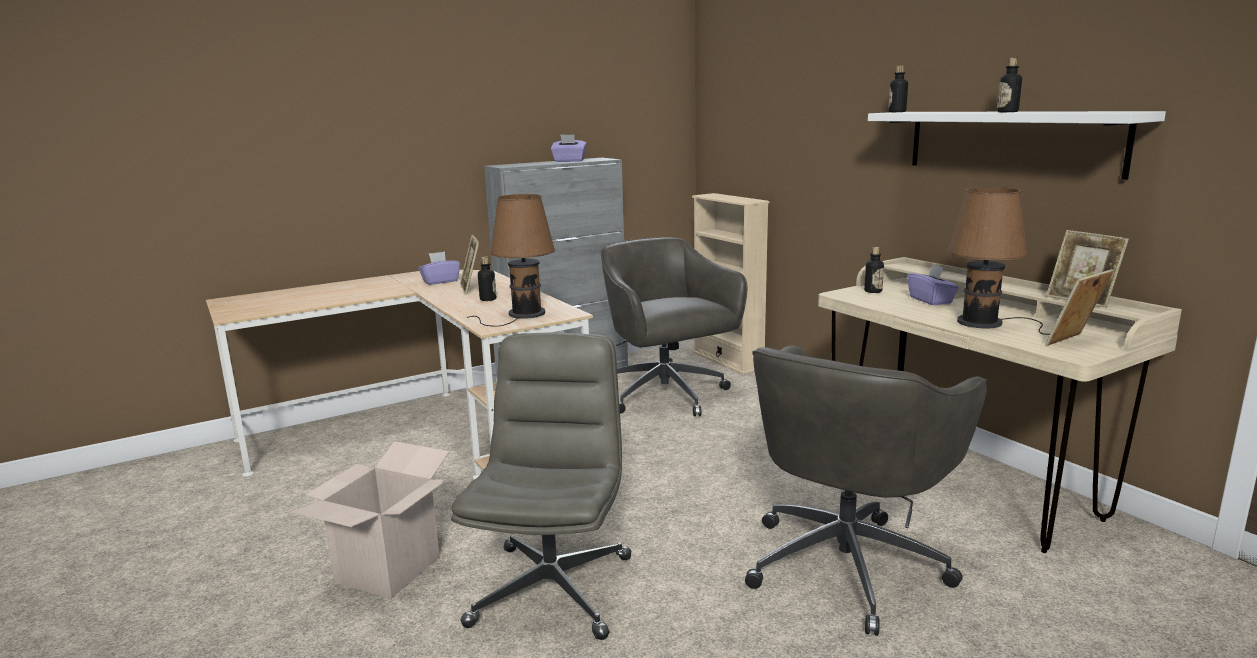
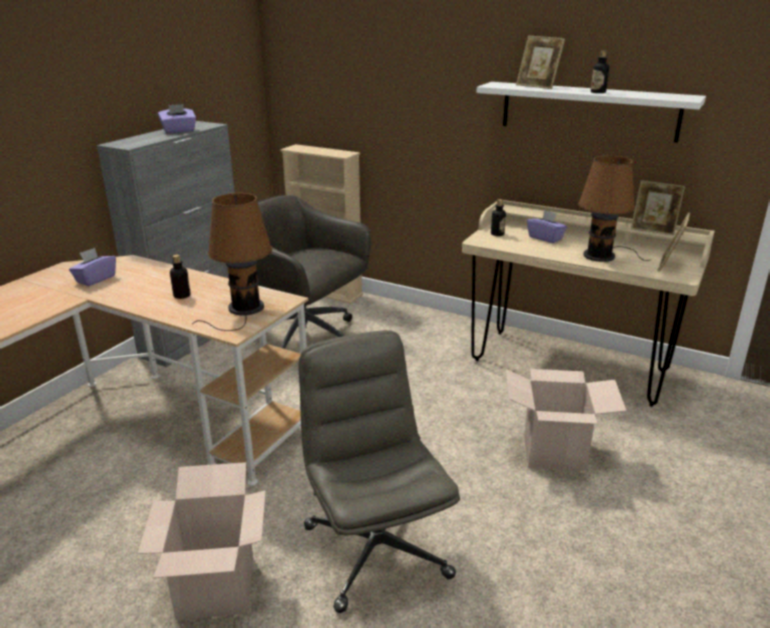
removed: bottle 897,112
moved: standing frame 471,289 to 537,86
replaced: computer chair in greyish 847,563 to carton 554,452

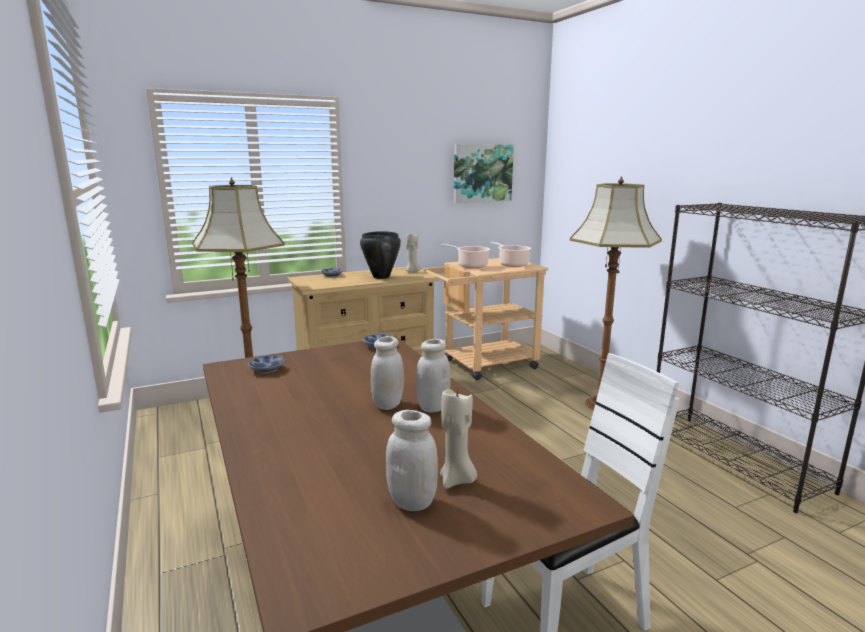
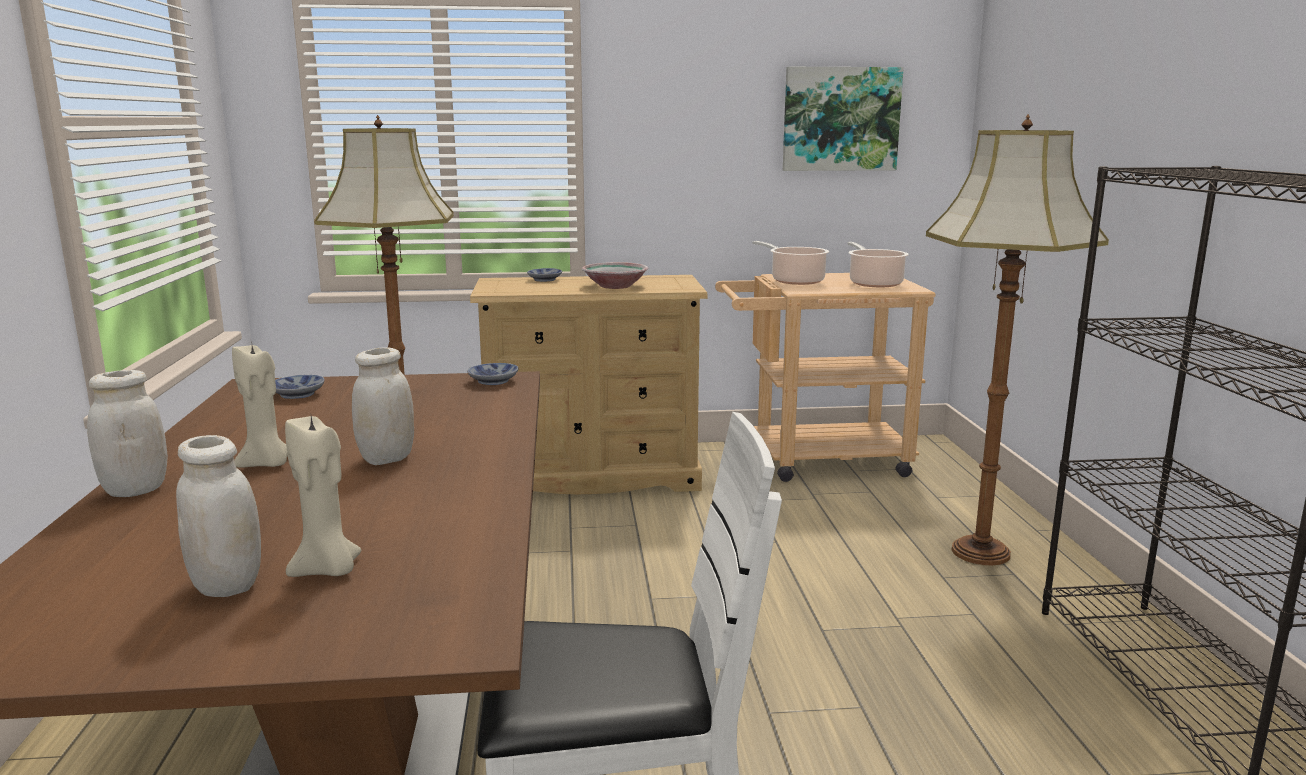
moved: candle in beige 412,271 to 267,464; storage jar in whitish 433,407 to 135,490
replaced: stockpot in black-coloured 380,277 to bowl 614,286

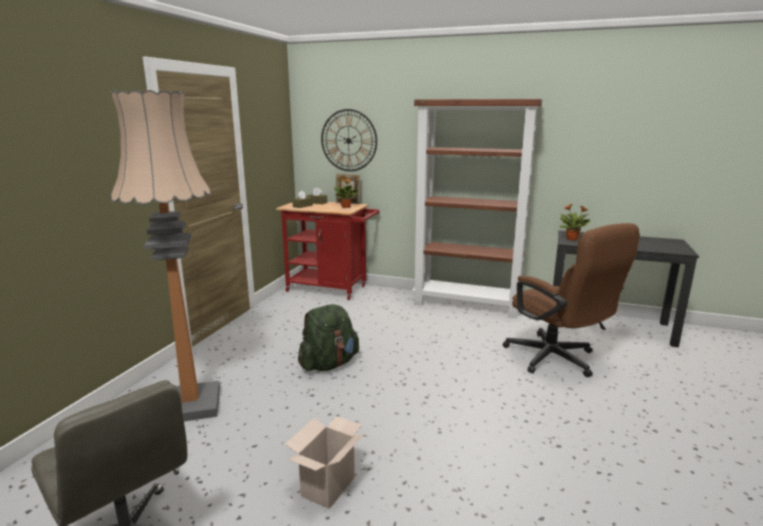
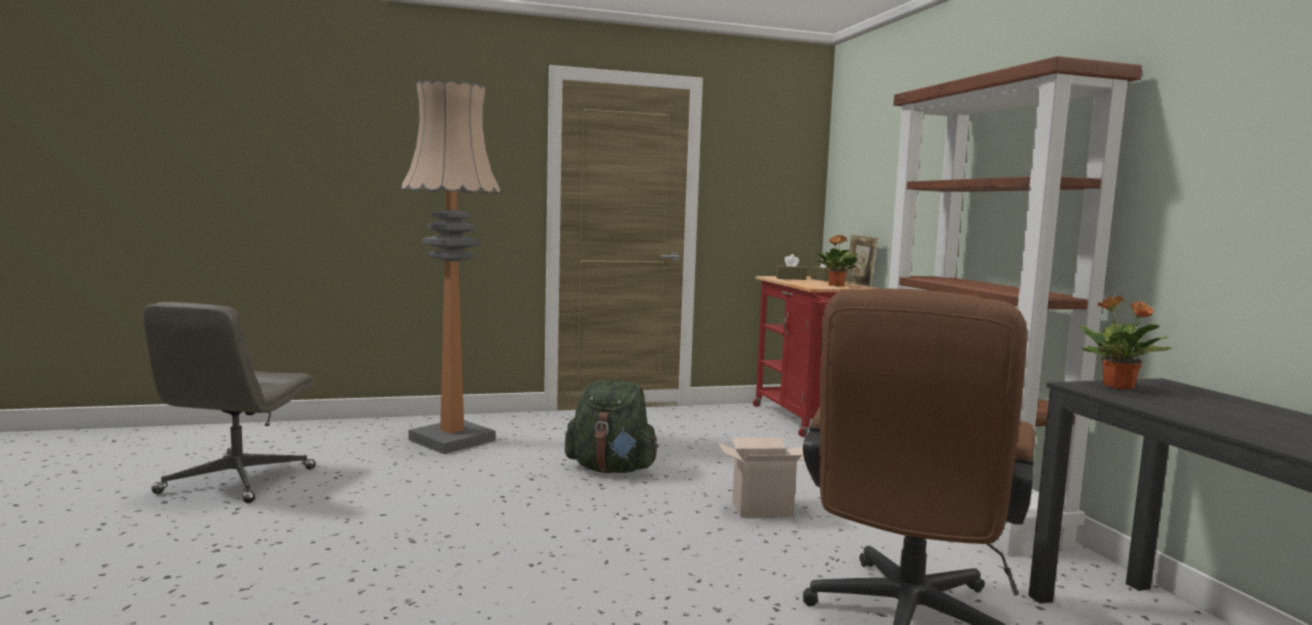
removed: clock on the wall 348,140
moved: carton 328,485 to 763,509

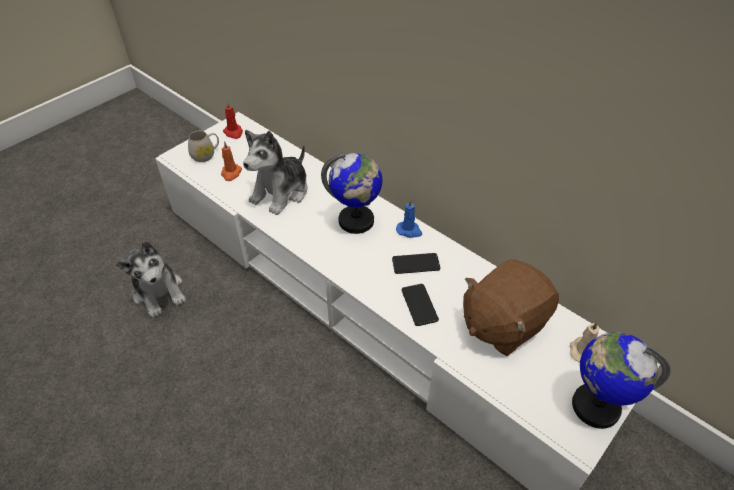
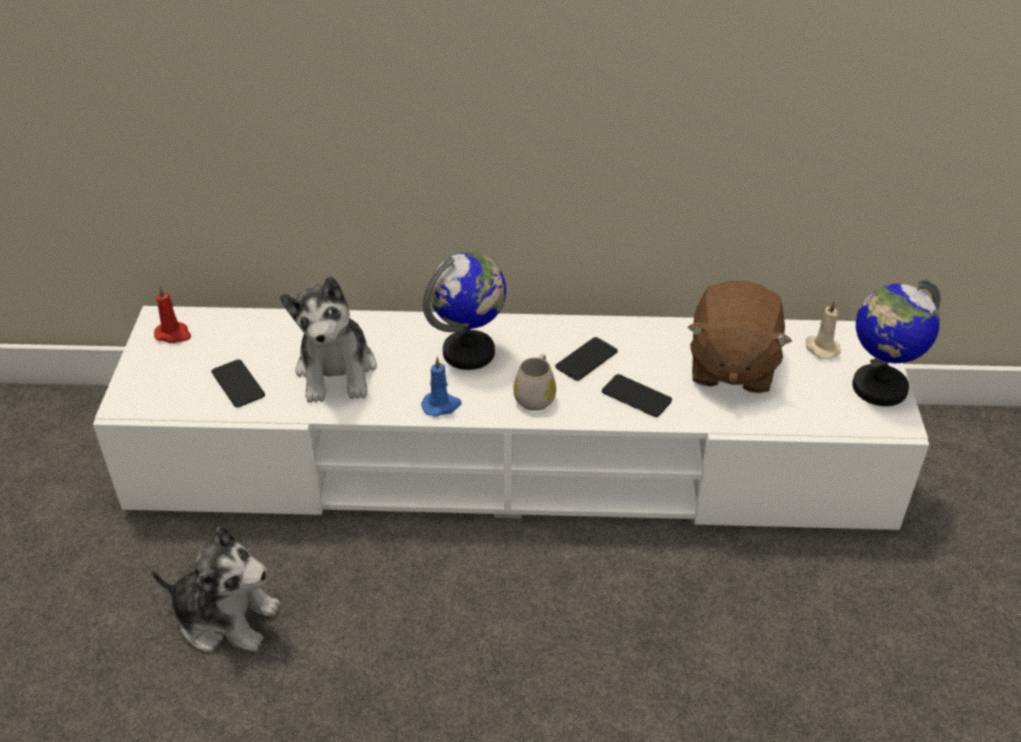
moved: mug in whitish 206,155 to 536,396; candle in bluish 409,231 to 441,405
replaced: candle in orange-coloured 231,173 to handset 238,384

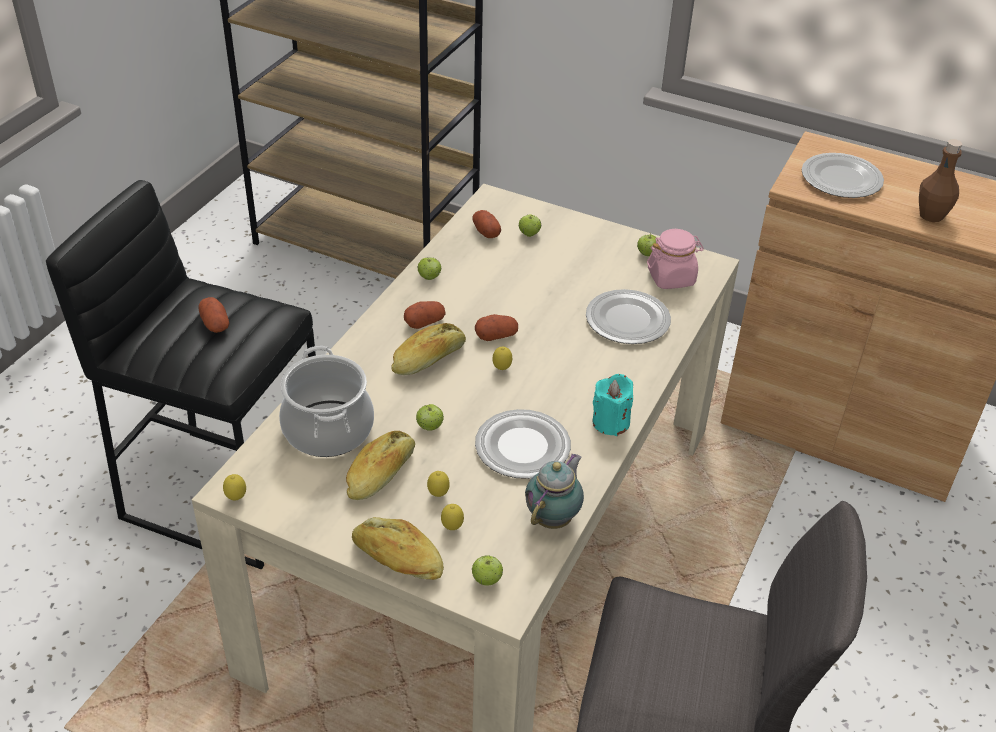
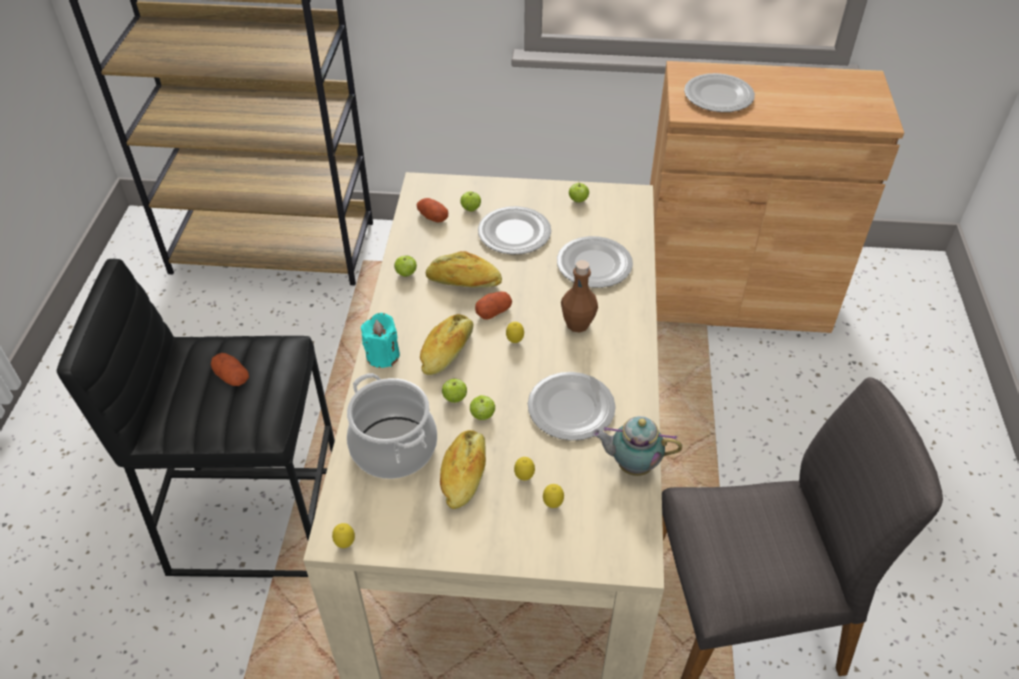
removed: potato 424,322; storage jar in pinkish 671,277
added: dinner plate 514,234
moved: baked bread 397,559 to 463,282; apple fruit 487,580 to 454,398; candle in turquoise 611,422 to 382,355; bottle in brownish 931,215 to 577,324
turned: tea pot 554,518 = 632,465 90 degrees counterclockwise

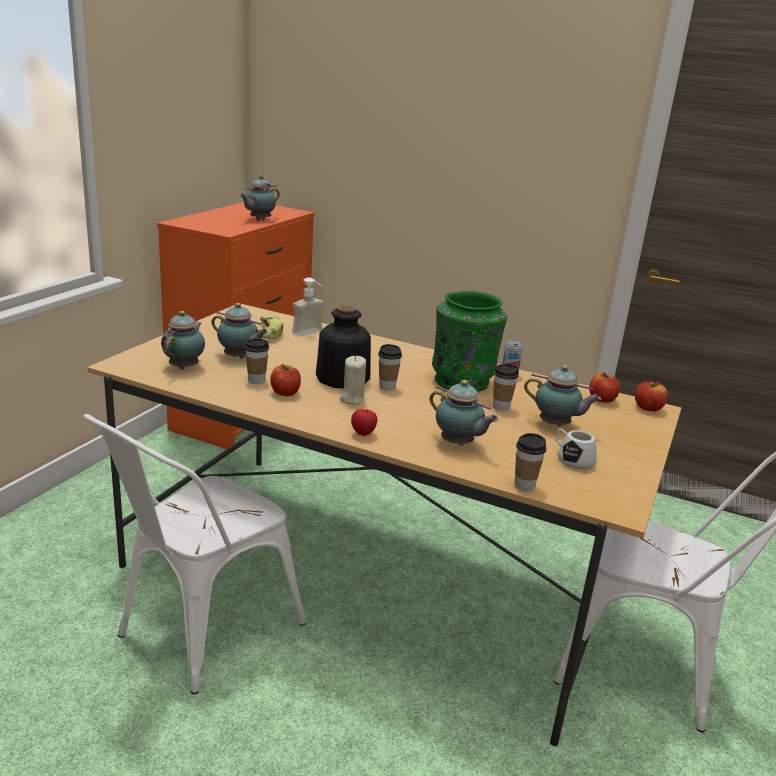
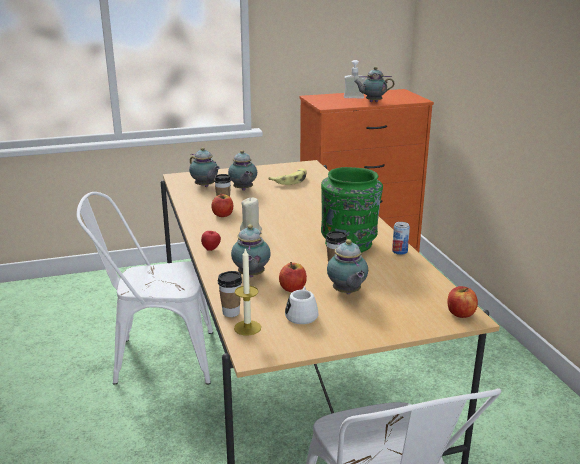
removed: bottle 342,379; cup 387,387
added: candle 247,328
moved: liquid soap bottle 311,334 to 354,98; apple fruit 602,399 to 292,288
turned: tea pot 185,366 = 205,186 75 degrees clockwise

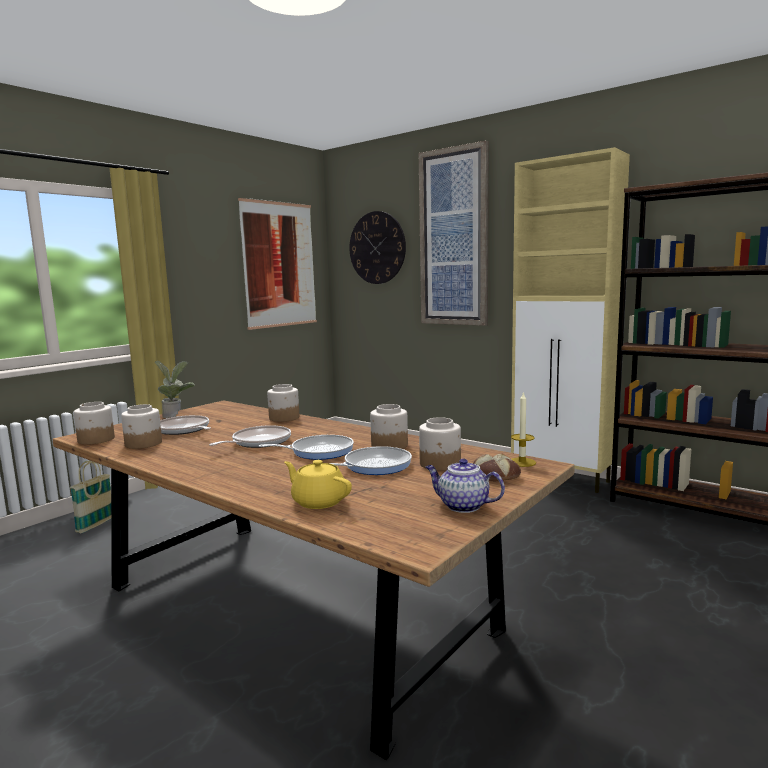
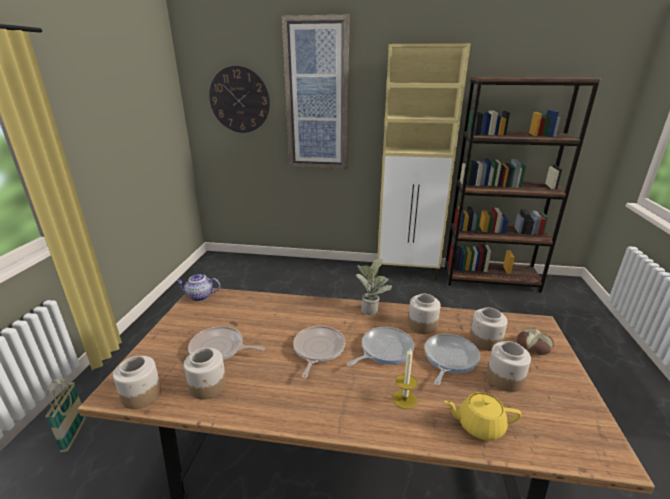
removed: wall picture 279,264
moved: houseplant 176,415 to 371,308; storage jar 284,418 to 505,379; tea pot 462,506 to 199,296; candle 522,462 to 404,399

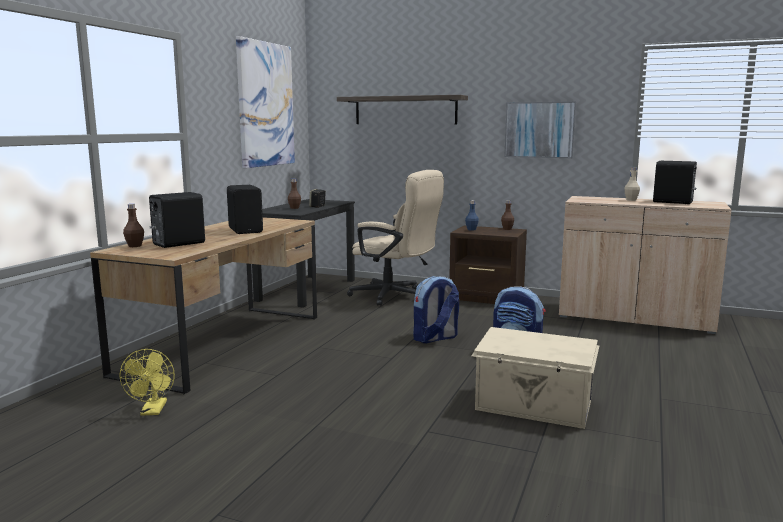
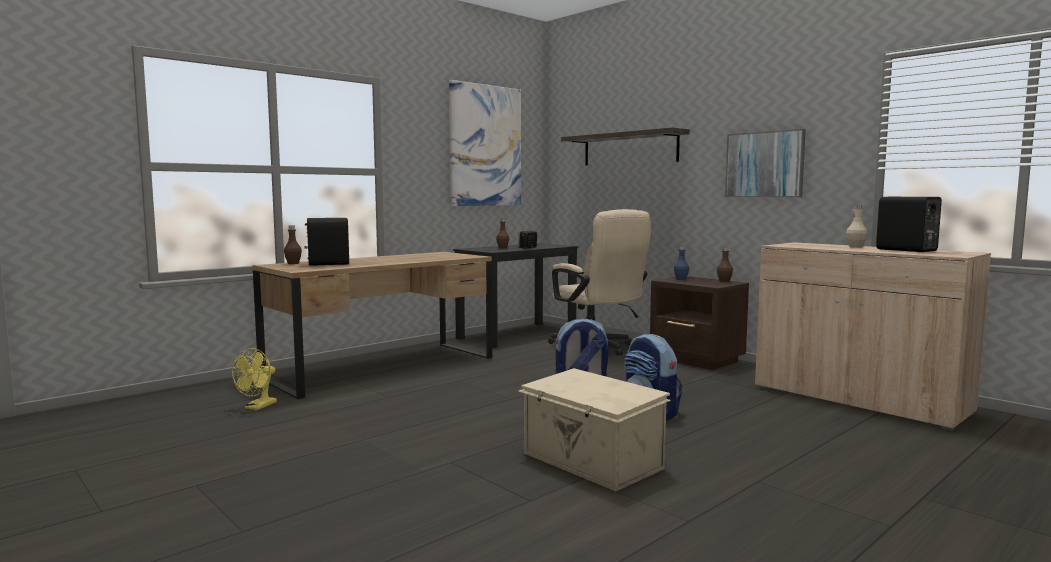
removed: speaker in black-coloured 246,230

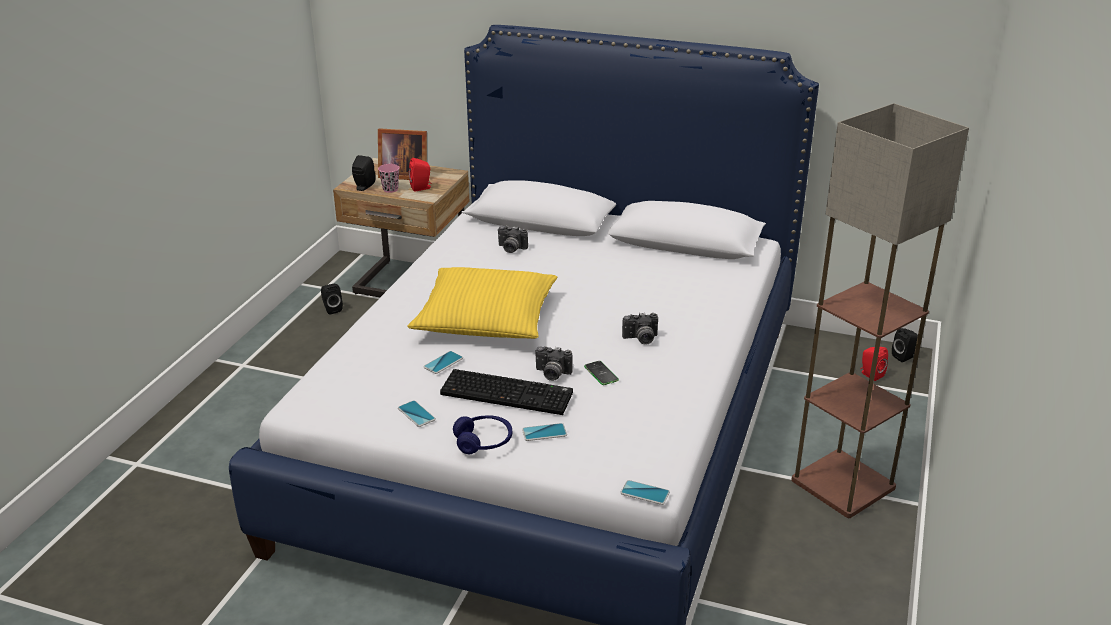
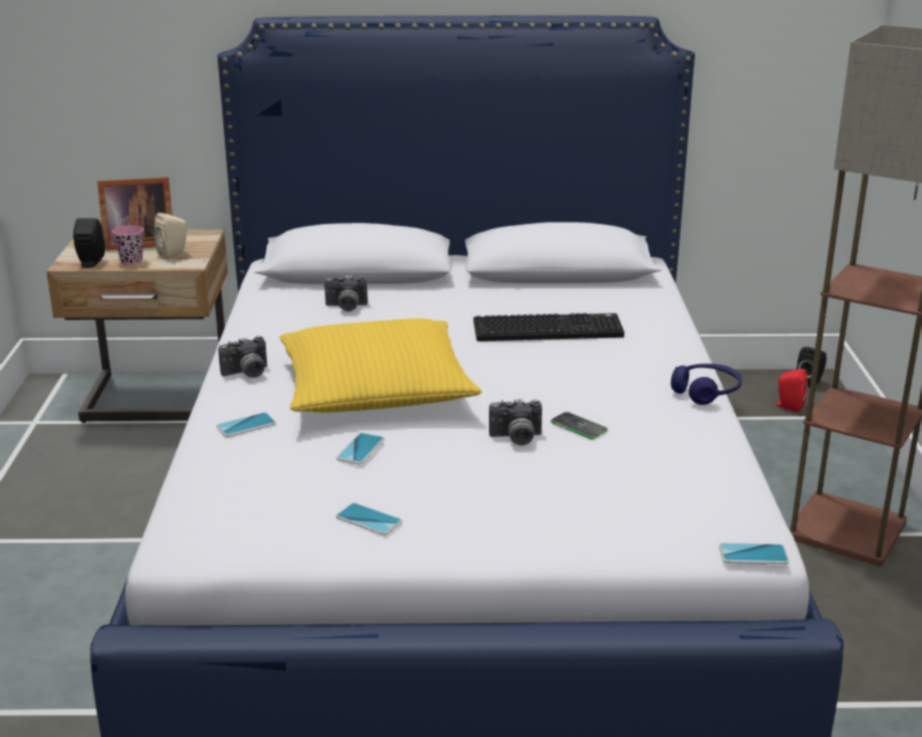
removed: speaker in black-coloured 332,309
moved: computer keyboard 508,393 to 549,329; headphones in bluish 483,442 to 706,392; handset 544,432 to 246,425; still camera 641,339 to 247,373
recoloured: speaker in red-coloured 421,188 to speaker in beige 175,254

